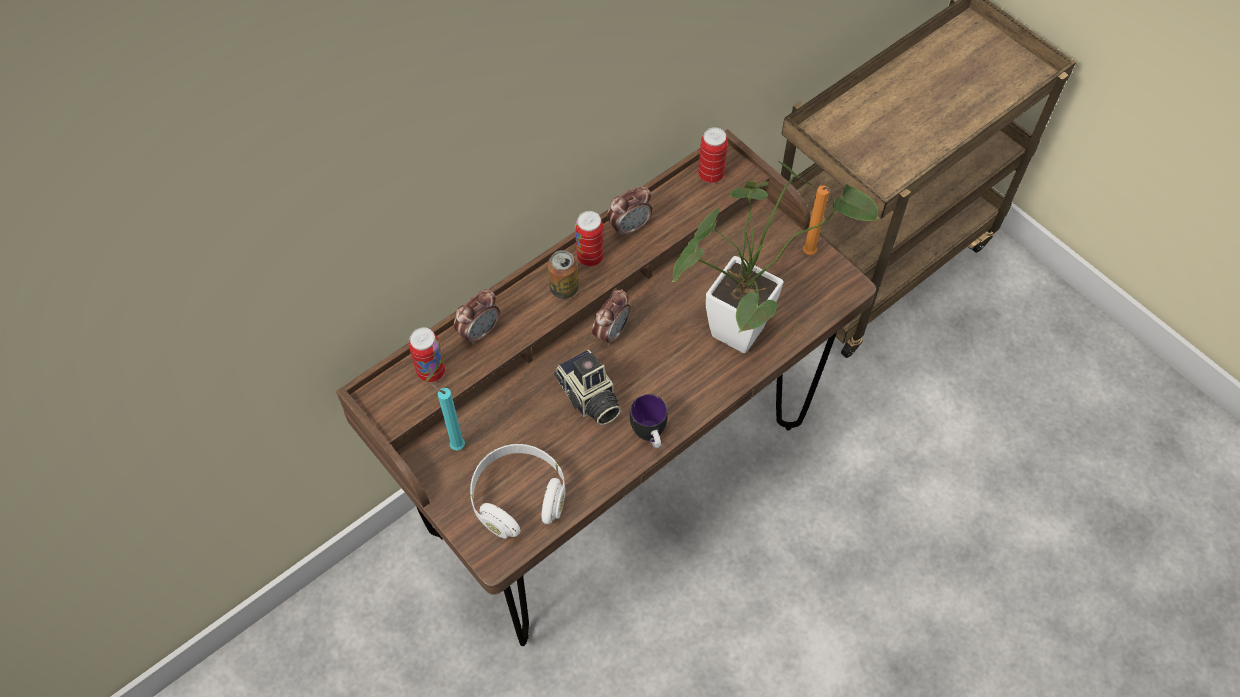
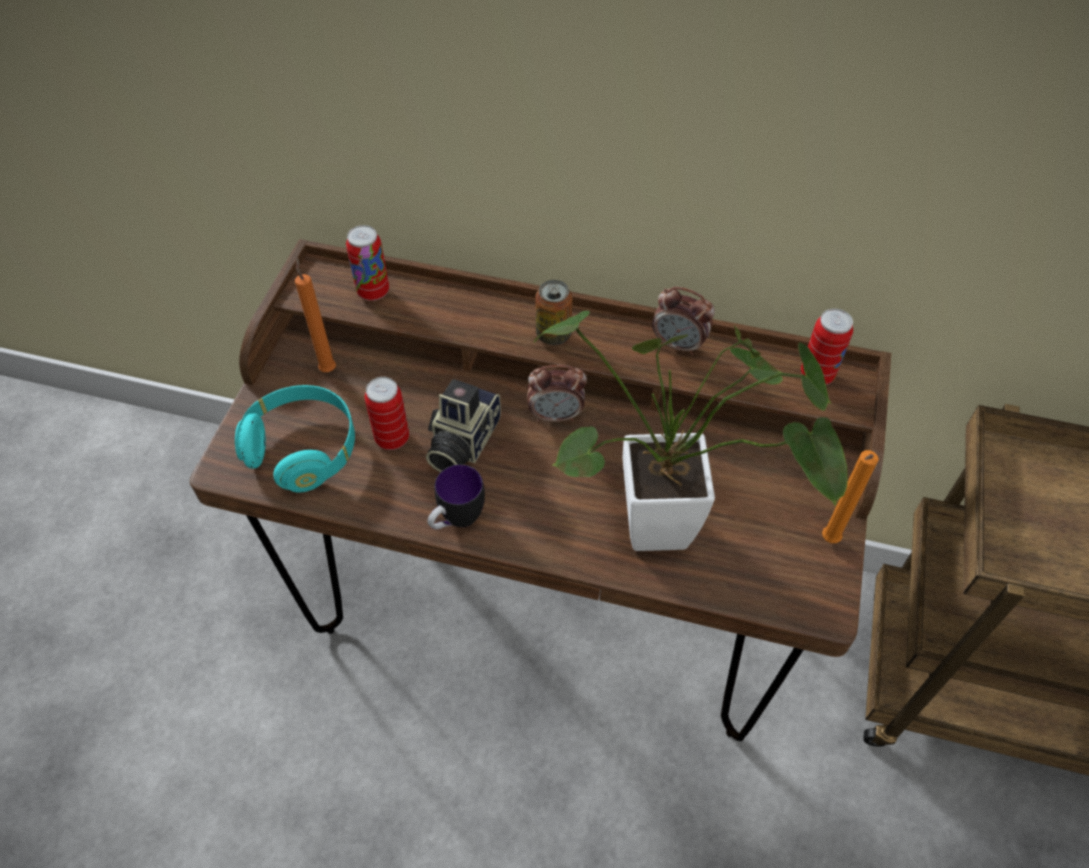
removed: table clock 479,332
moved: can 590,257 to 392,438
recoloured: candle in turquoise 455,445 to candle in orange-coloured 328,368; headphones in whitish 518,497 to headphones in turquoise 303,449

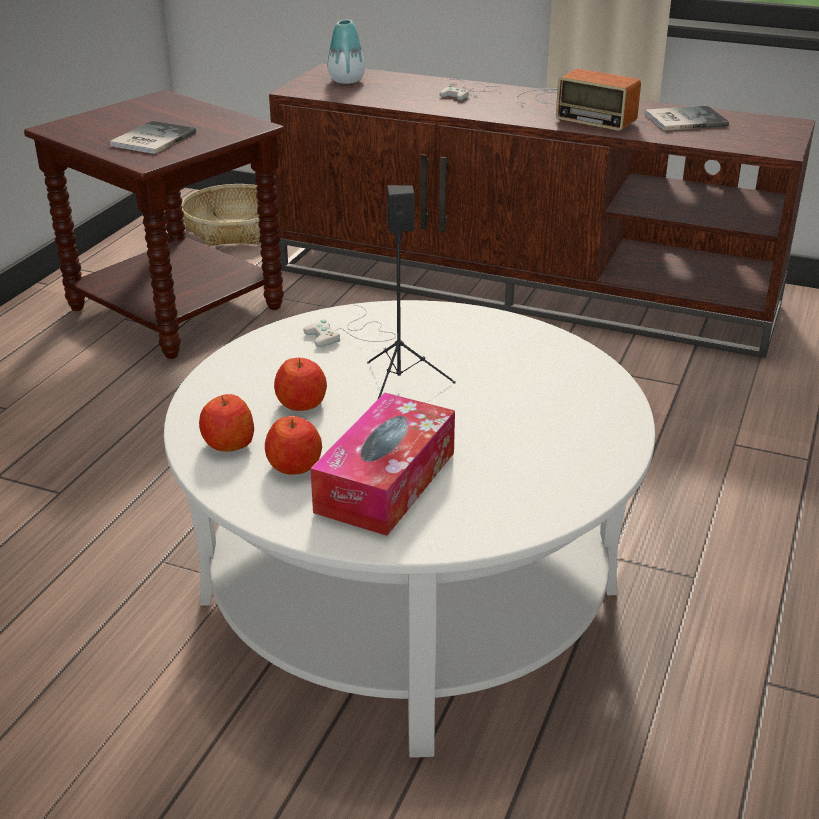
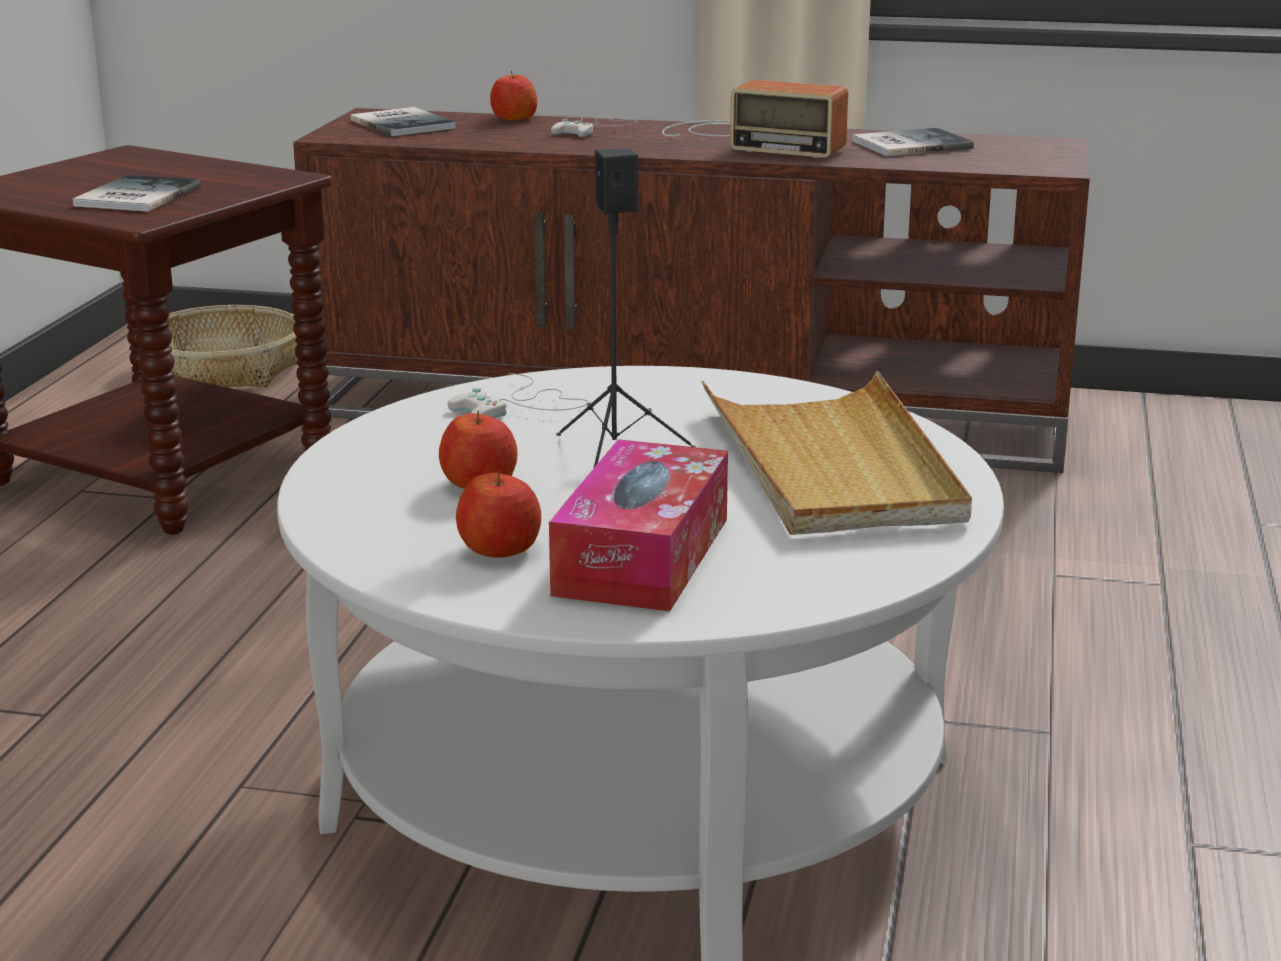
added: tray in beige 832,465
moved: apple fruit 228,443 to 513,118
replaced: decorative vase 346,80 to volume 404,123

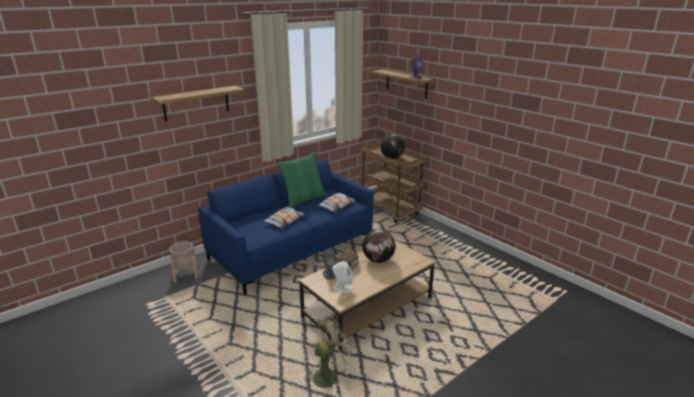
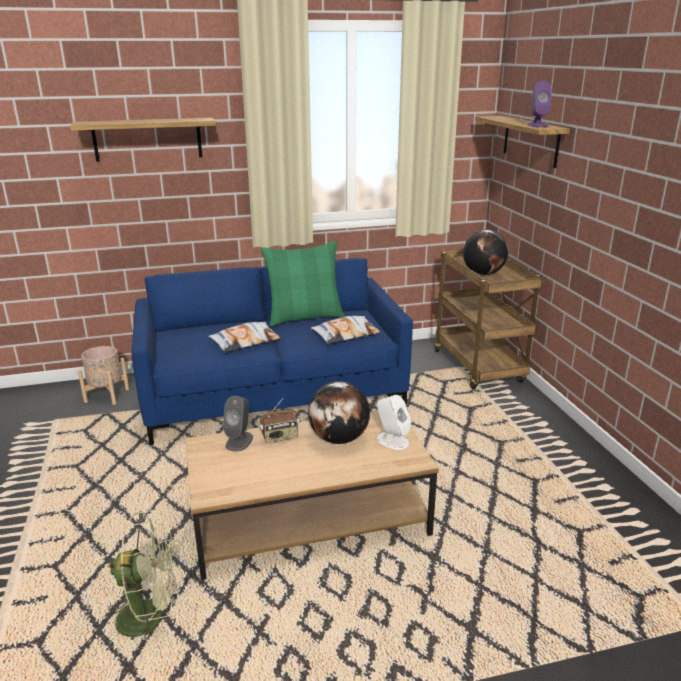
moved: speaker in whitish 342,288 to 392,441

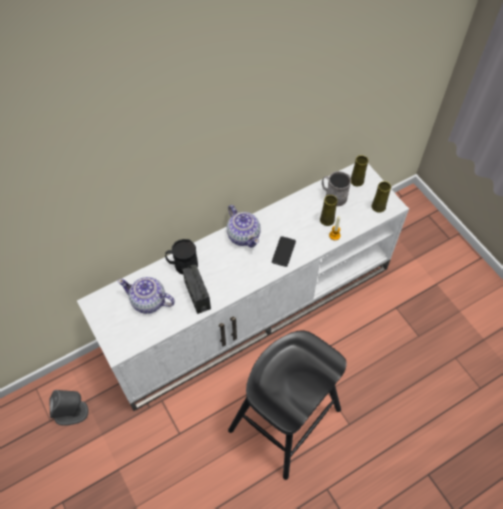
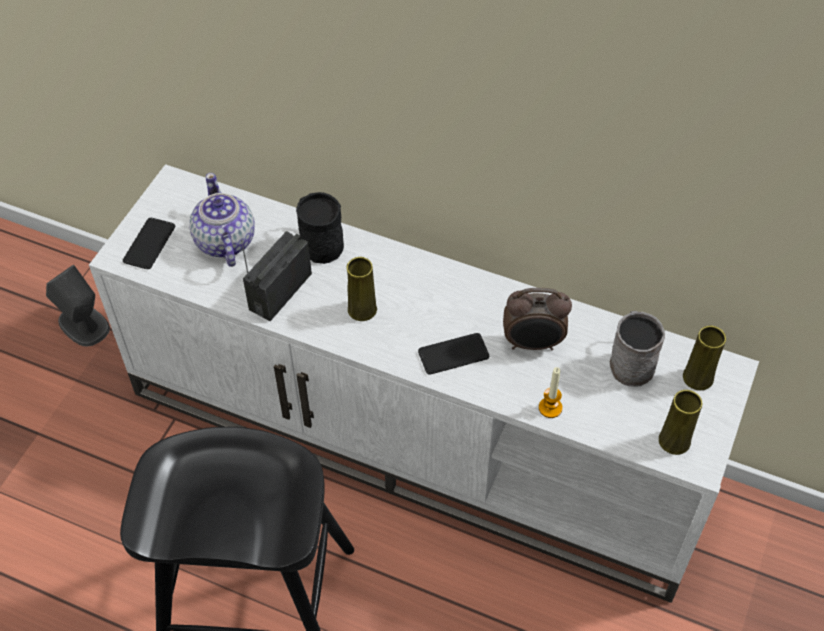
removed: tea pot 243,235
added: handset 149,244; table clock 533,344
moved: decorative vase in yellow-coloured 327,220 to 362,309

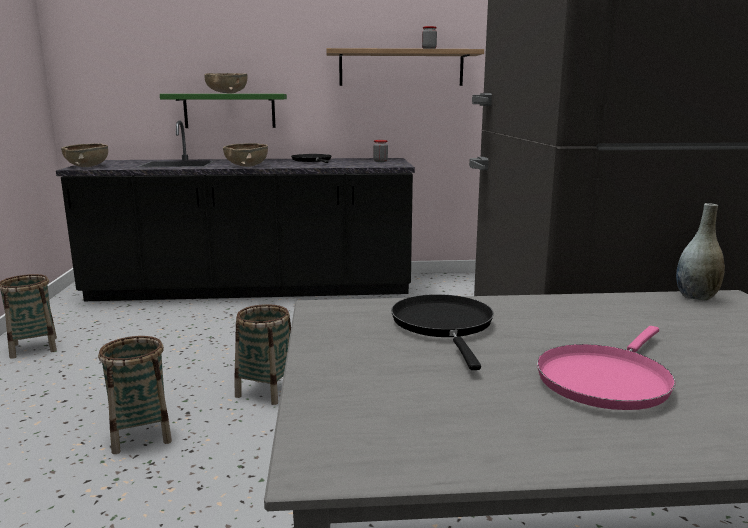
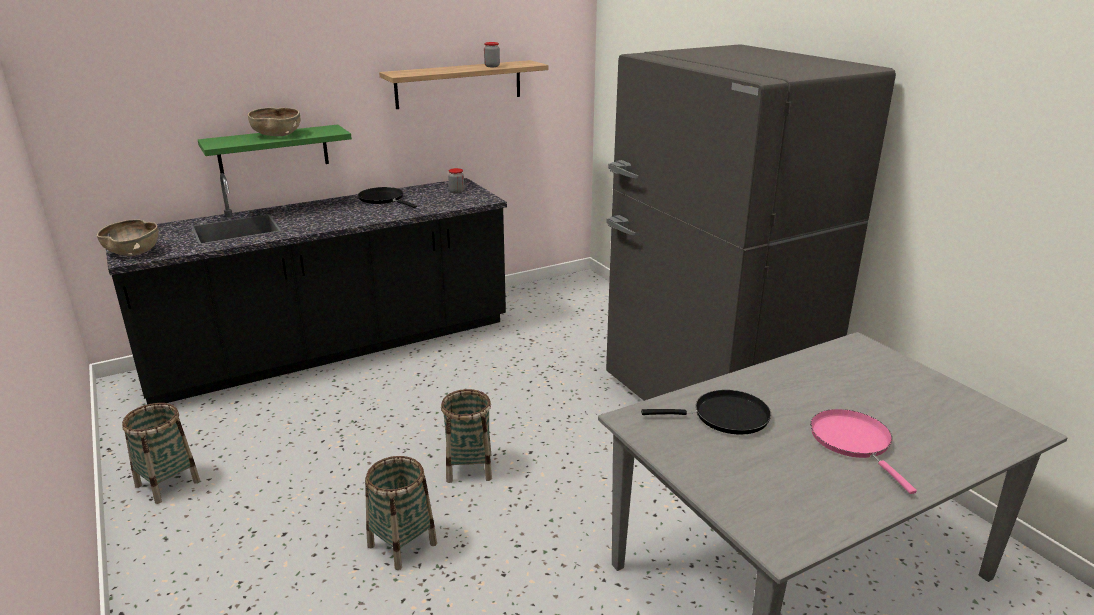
removed: bowl in brownish 247,166; decorative vase in greyish 696,297
turned: frying pan in black-coloured 444,325 = 725,417 120 degrees clockwise; frying pan in pinkish 606,380 = 853,442 150 degrees clockwise

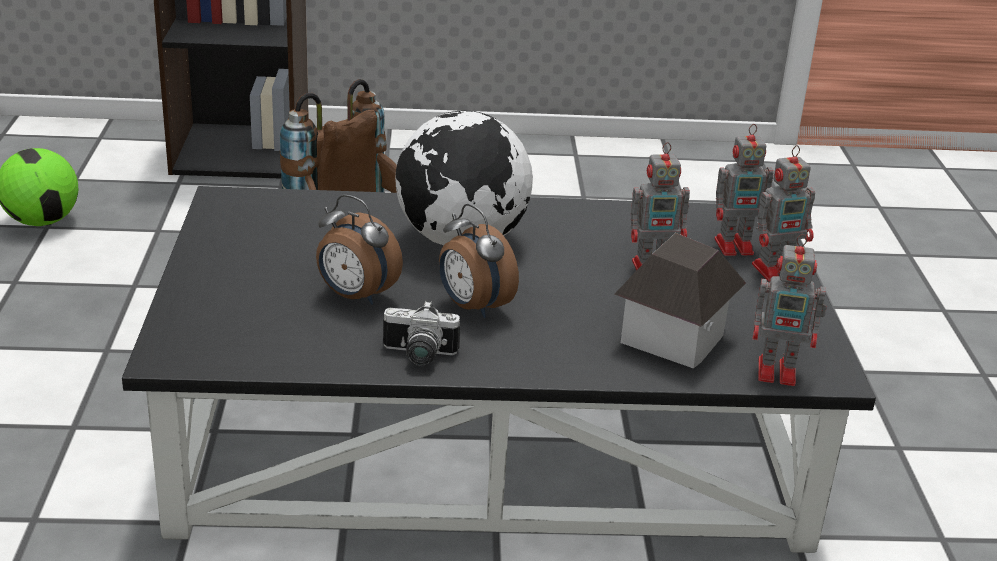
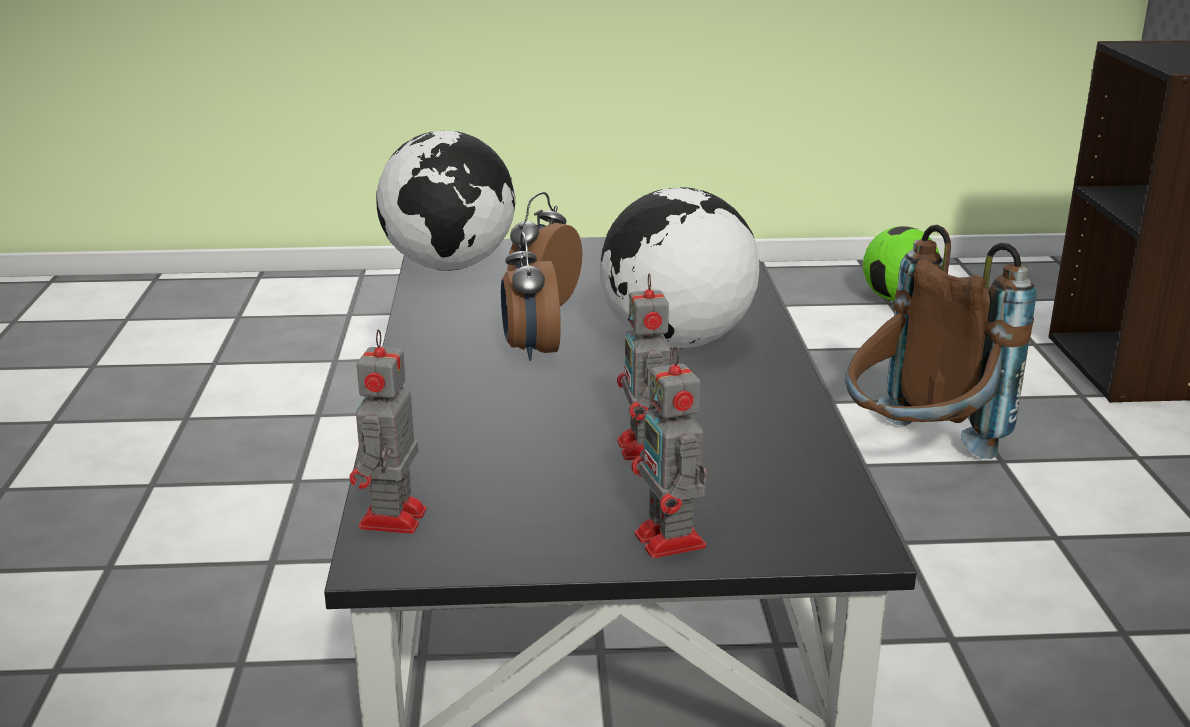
removed: still camera 418,356; miniature house 673,338; robot figure 736,246
added: desk globe 450,266
turned: table clock 472,307 = 530,350 60 degrees counterclockwise

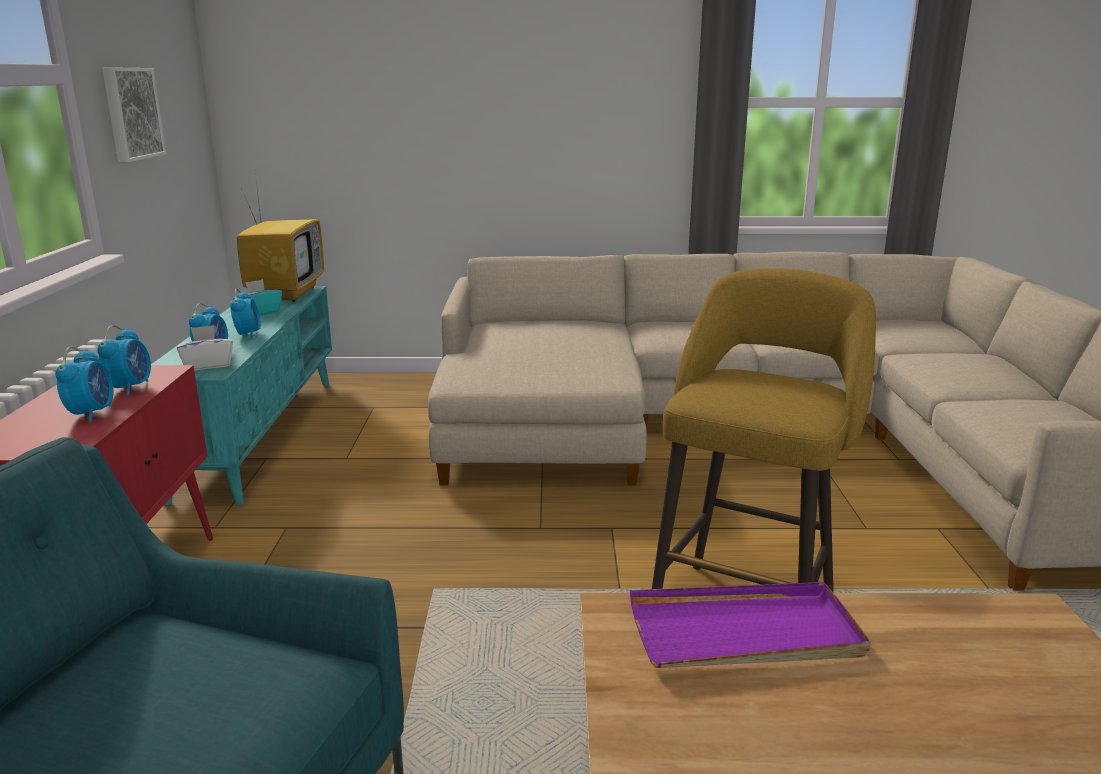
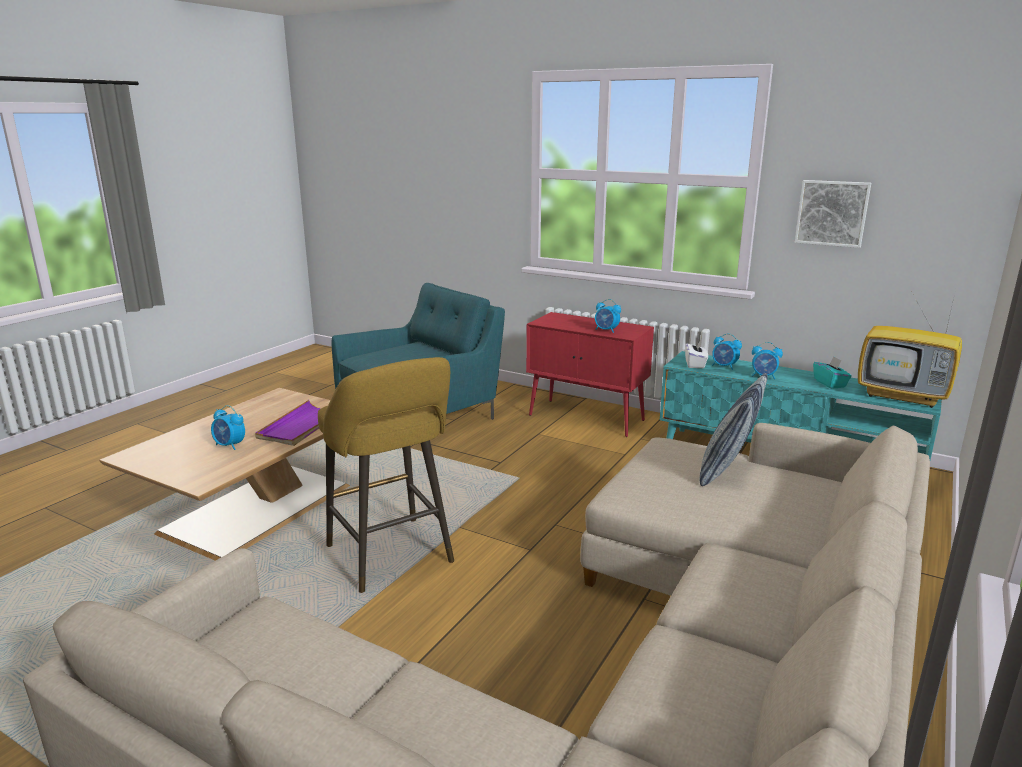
added: throw pillow 727,470
moved: table clock 92,413 to 230,445

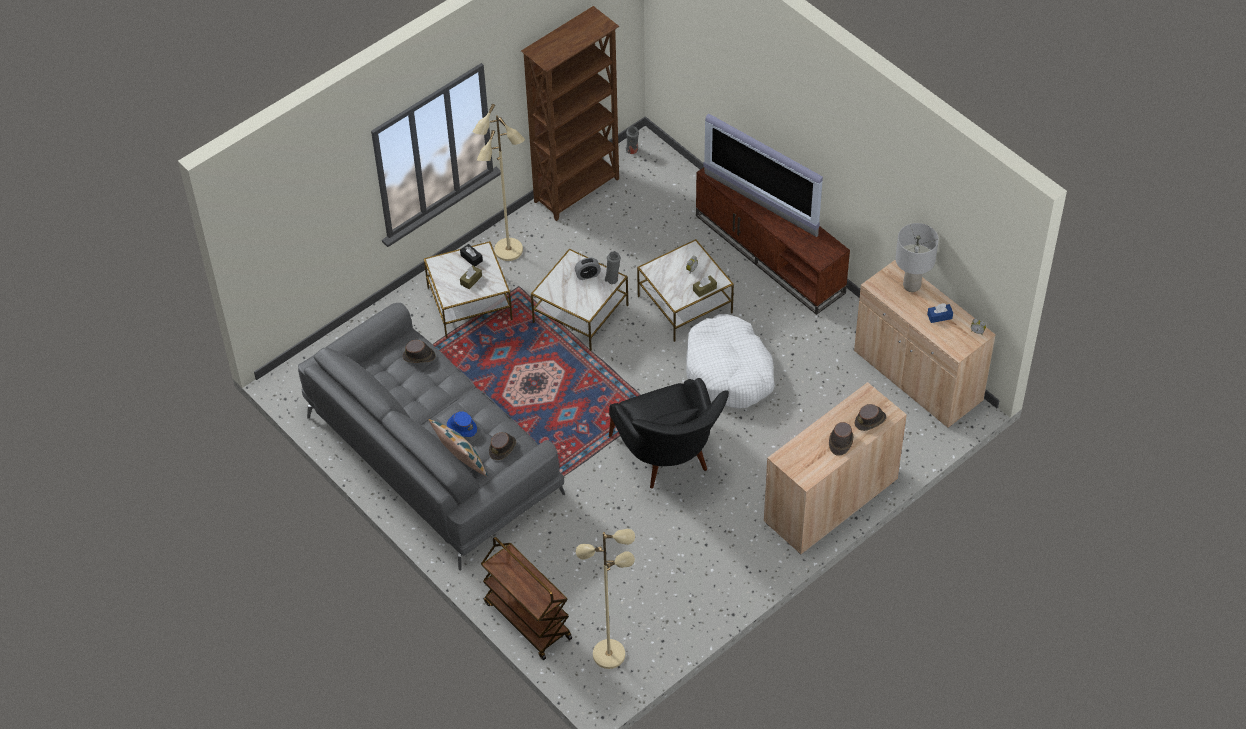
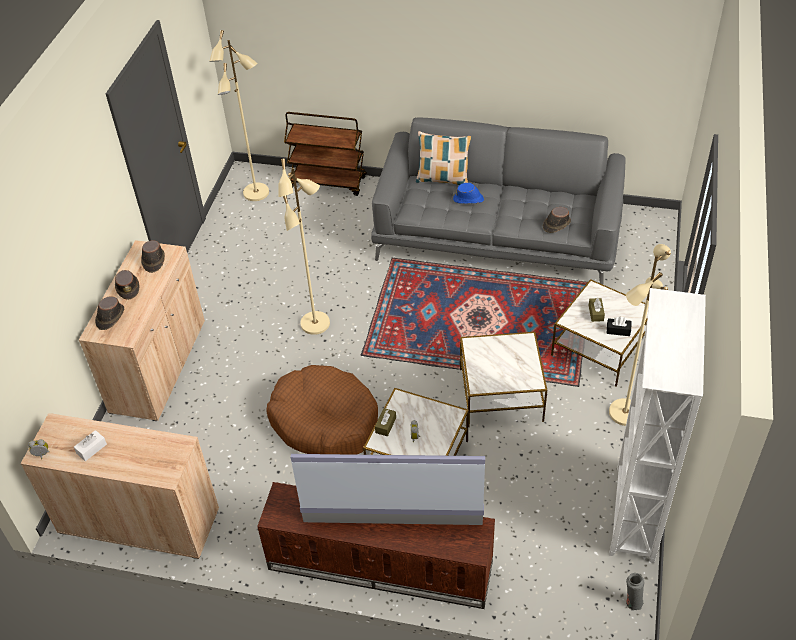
removed: table clock 587,275; decorative vase in greyish 612,278; lamp for a table in greyish 911,285
moved: wearable hat in brownish 503,448 to 153,261
replaced: easy chair in black-coloured 669,460 to standard lamp in beige 316,324
recoloured: bookshelf in brownish 578,190 to bookshelf in whitish 633,514; dog bed in whitish 729,371 to dog bed in brownish 325,421; tissue box in bluish 939,316 to tissue box in whitish 91,449

